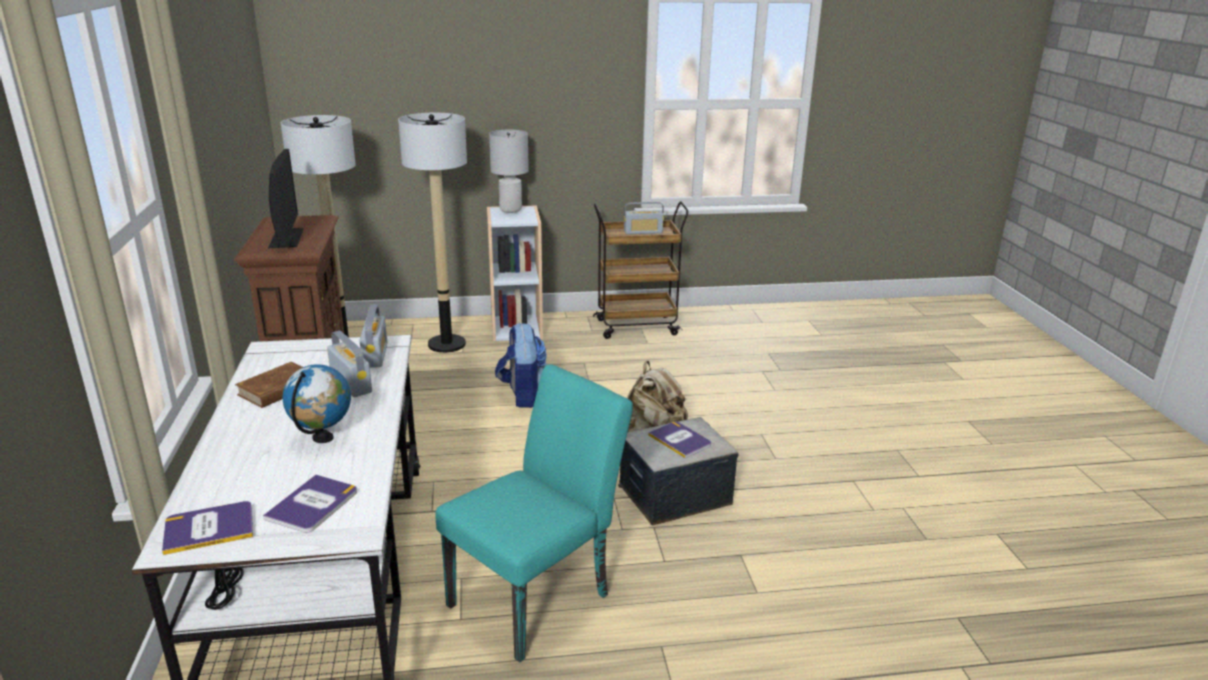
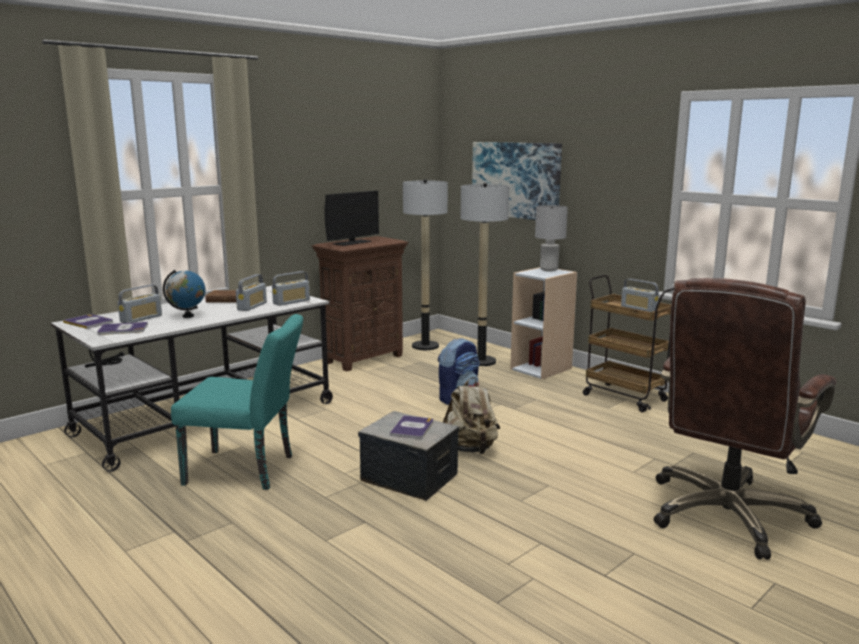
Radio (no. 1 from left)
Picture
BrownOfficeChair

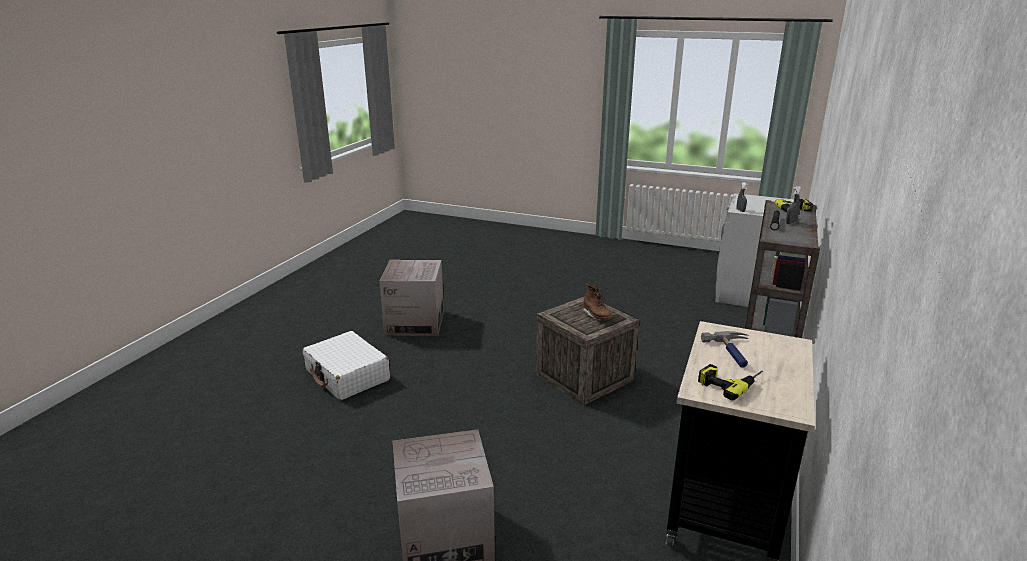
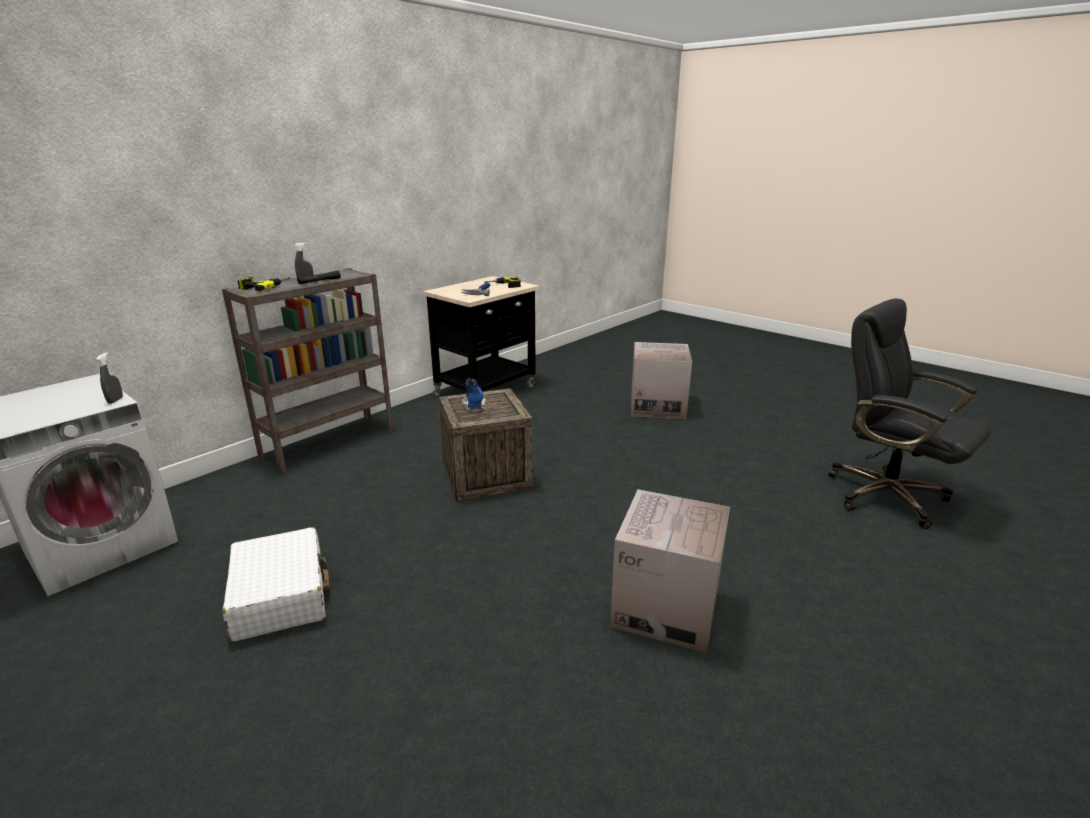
BlackOfficeChair
WhiteSuitcase
BlueBoot

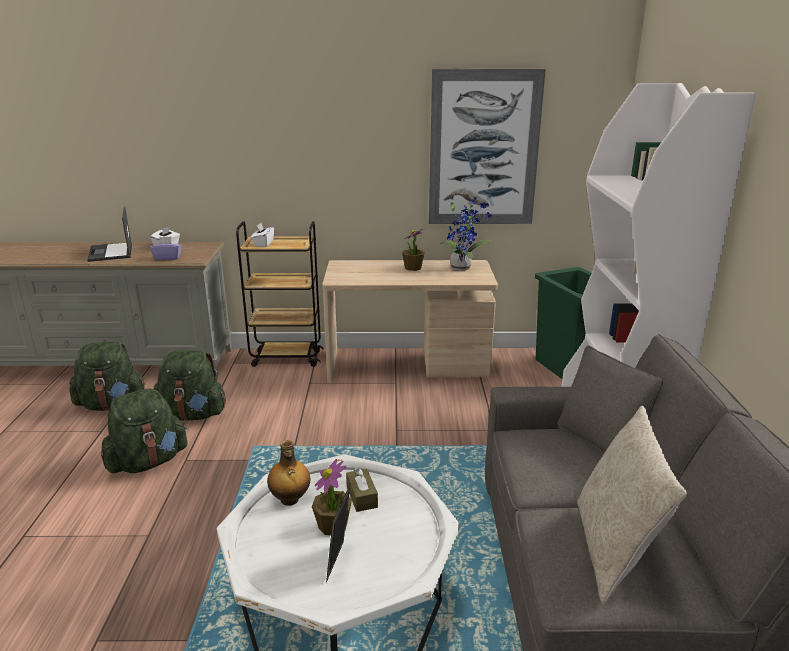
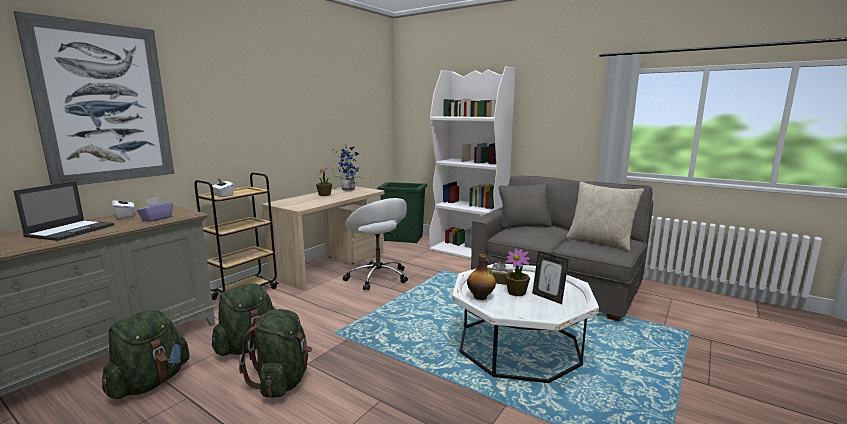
WhiteOfficeChair
Picture
Laptop

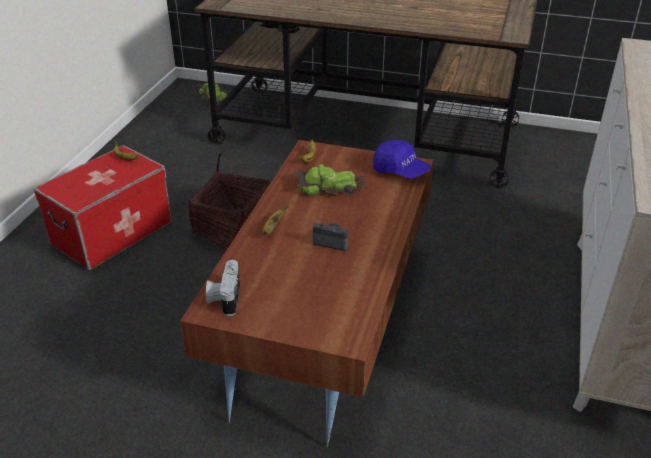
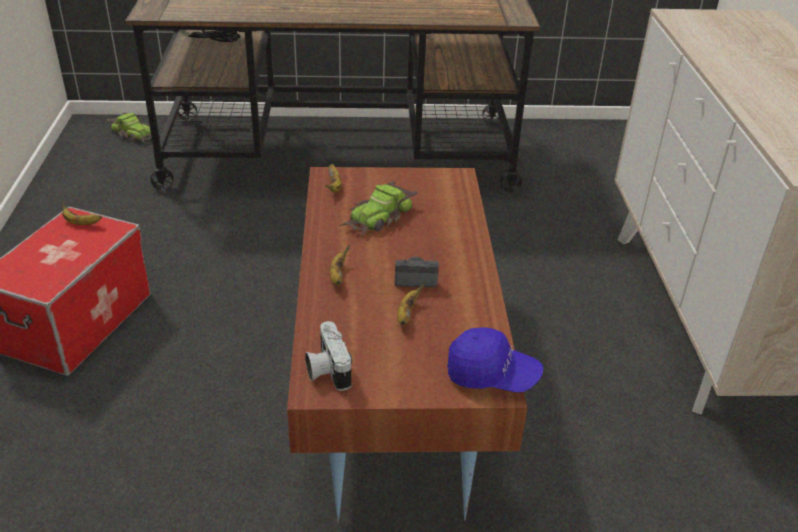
Basket
Banana (no. 4 from left)
BlueCap
ToyCar (no. 2 from left)

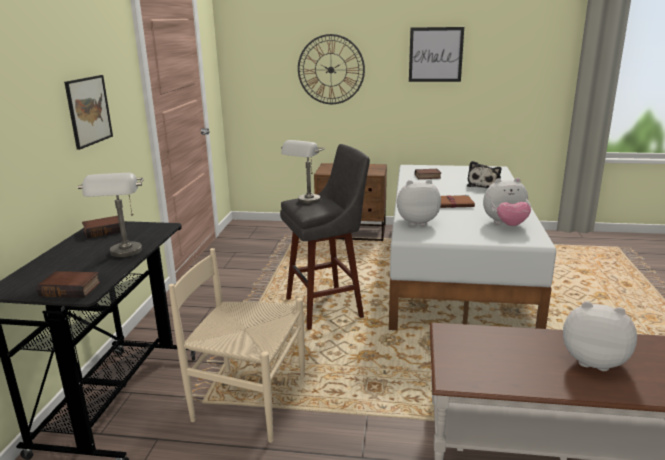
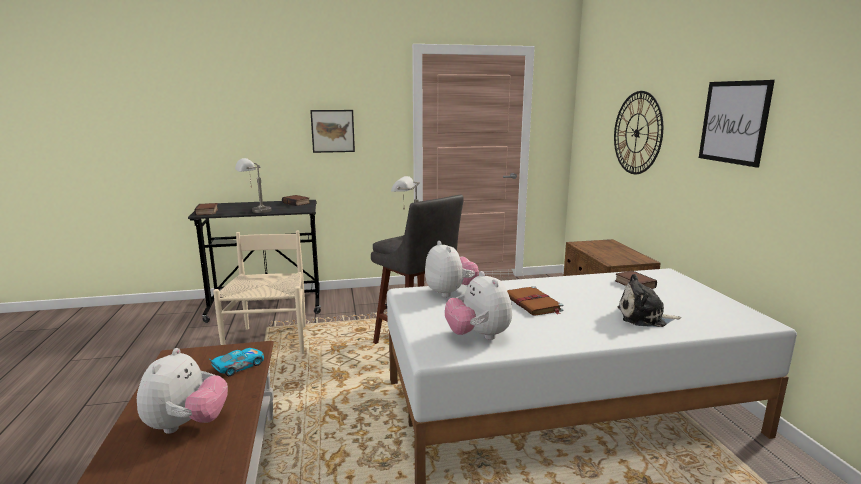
ToyCar

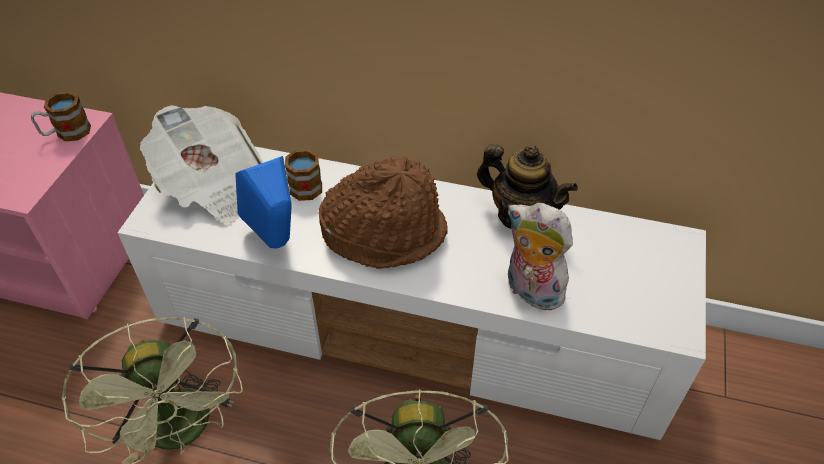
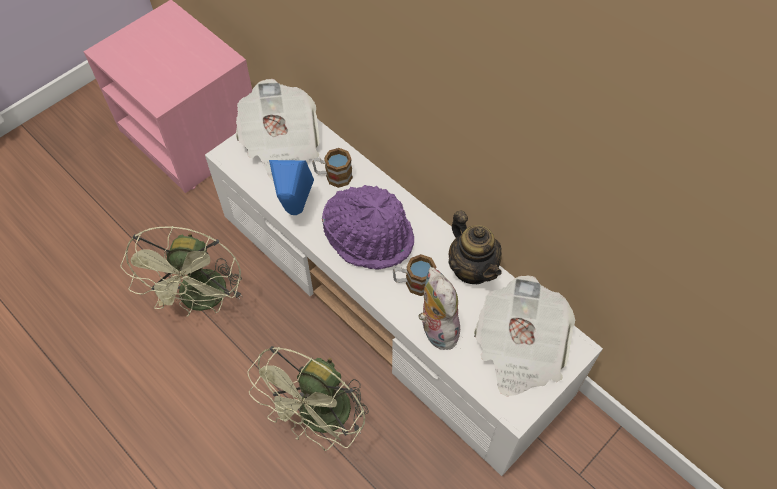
Newspaper (no. 2 from left)
Mug (no. 2 from left)
PurpleHat

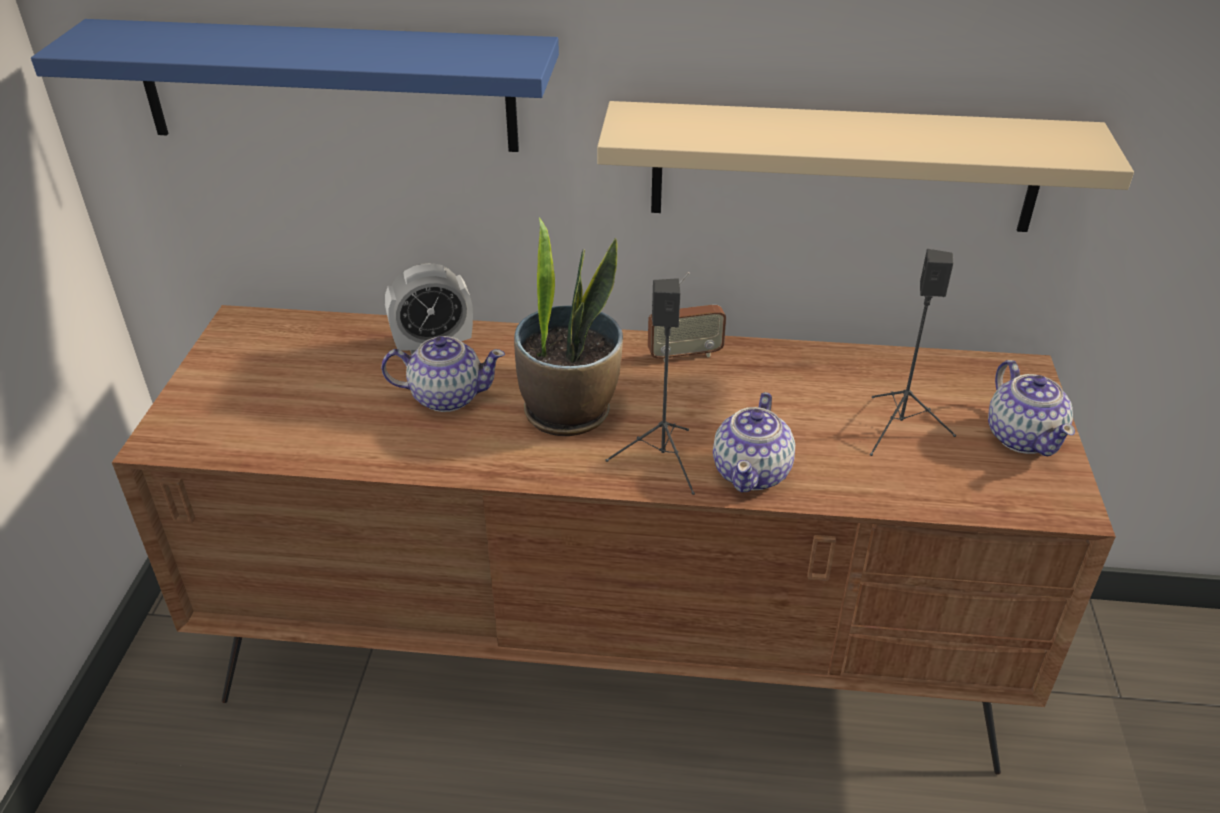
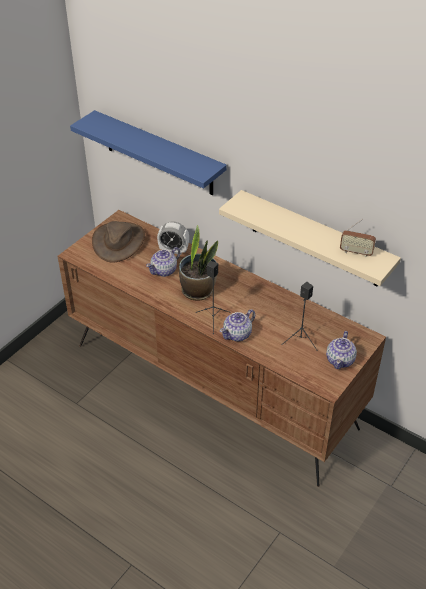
BrownHat
Radio
Teapot (no. 1 from left)

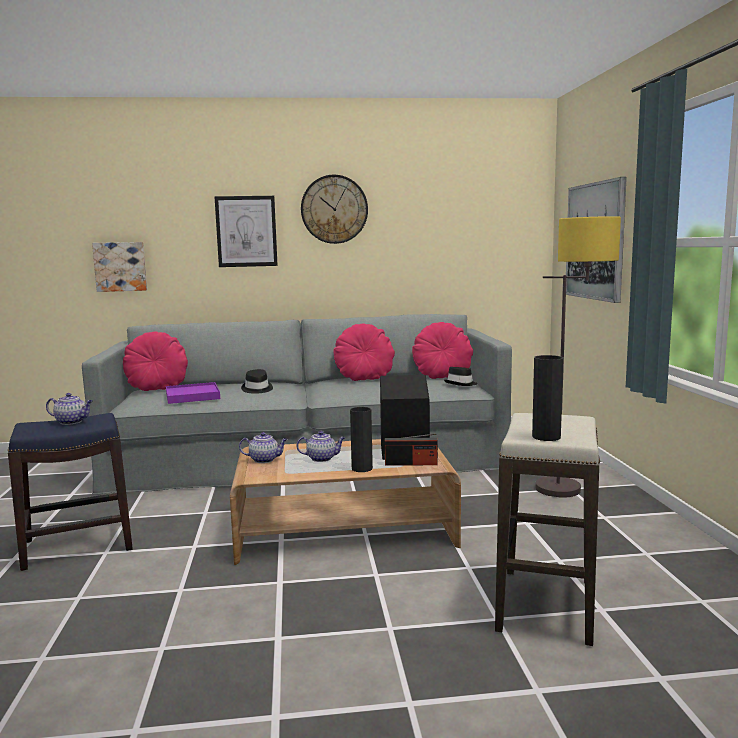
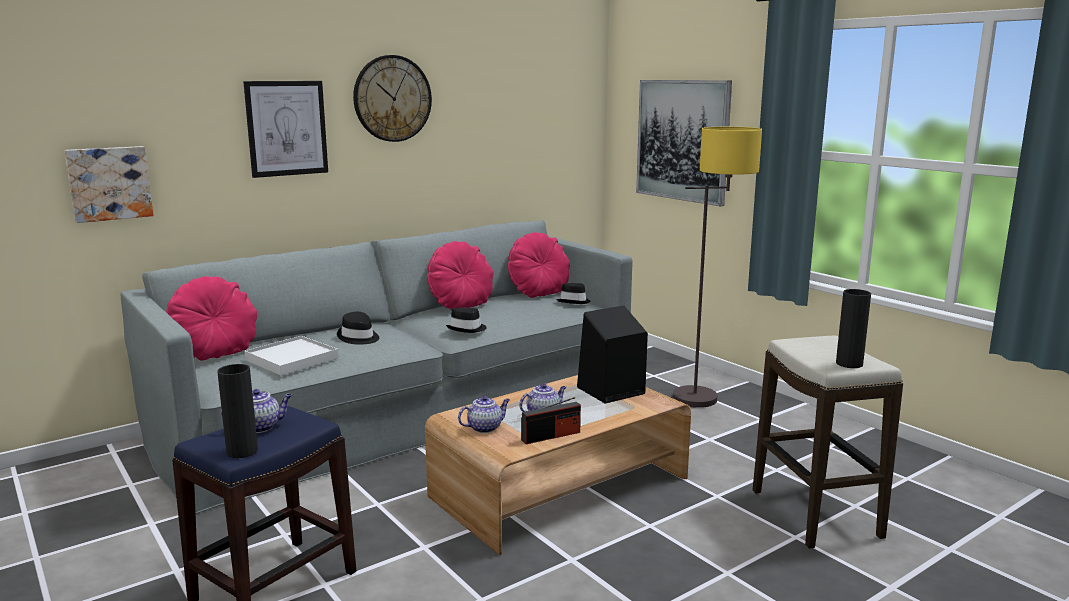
BlackHat (no. 2 from left)
BlackVase (no. 1 from left)
Radio
WhiteTray

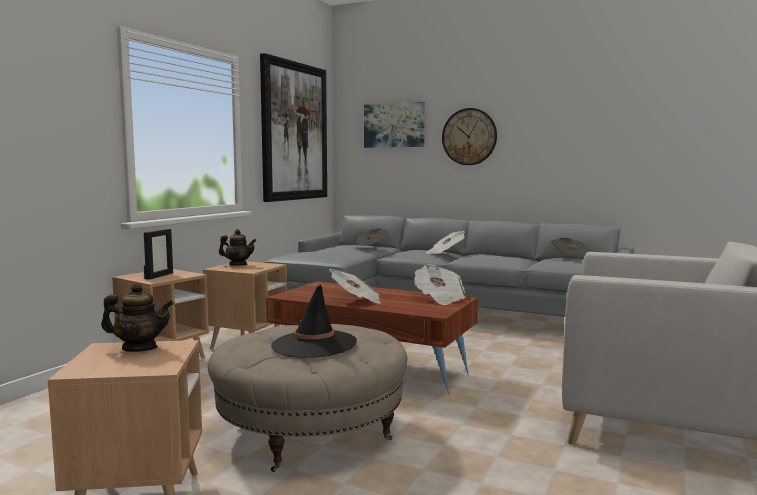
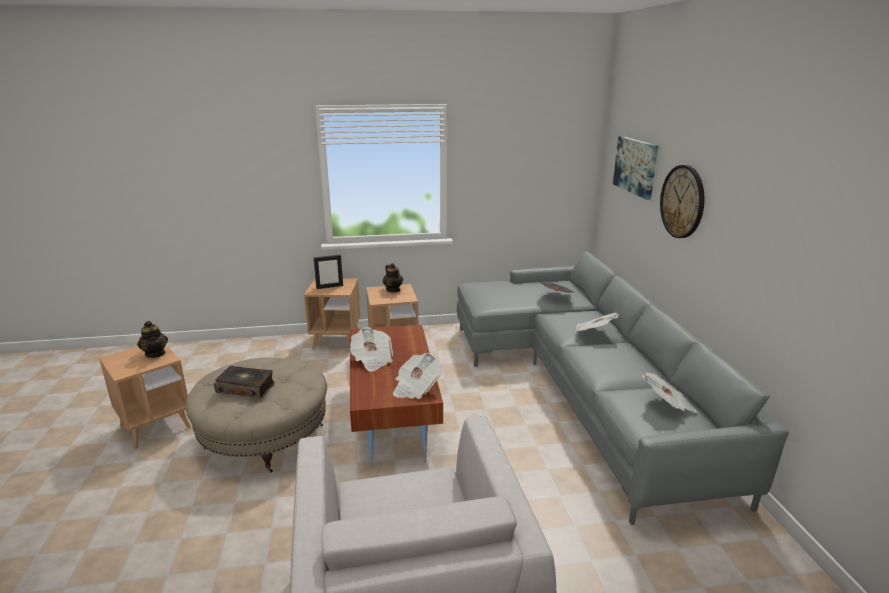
Picture (no. 1 from left in the first image)
Book

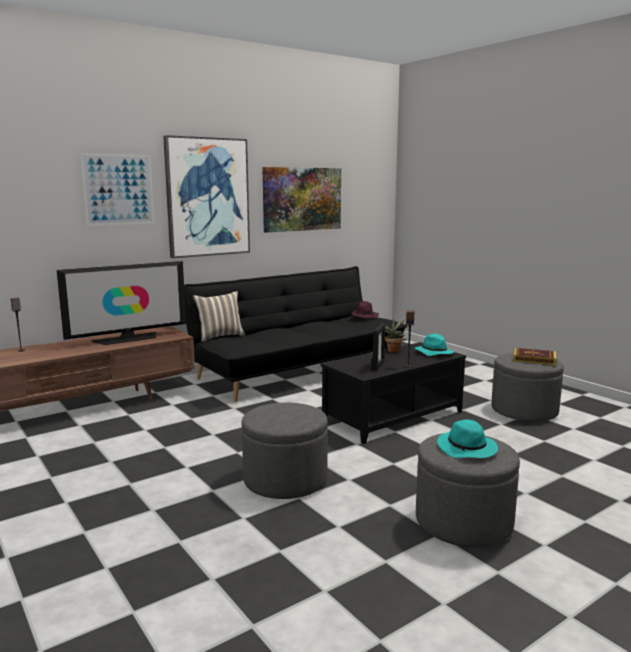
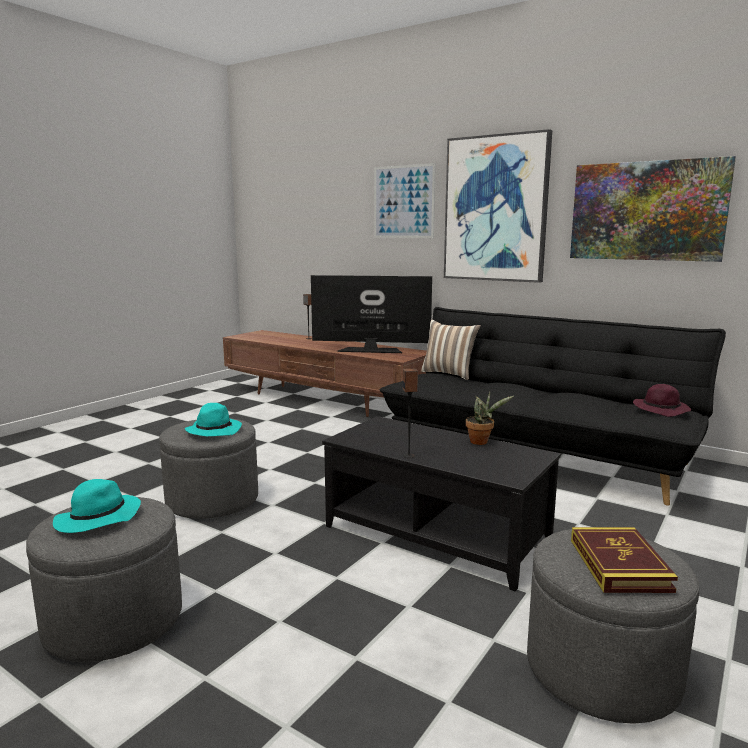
PictureFrame
TurquoiseHat (no. 2 from left)
Television

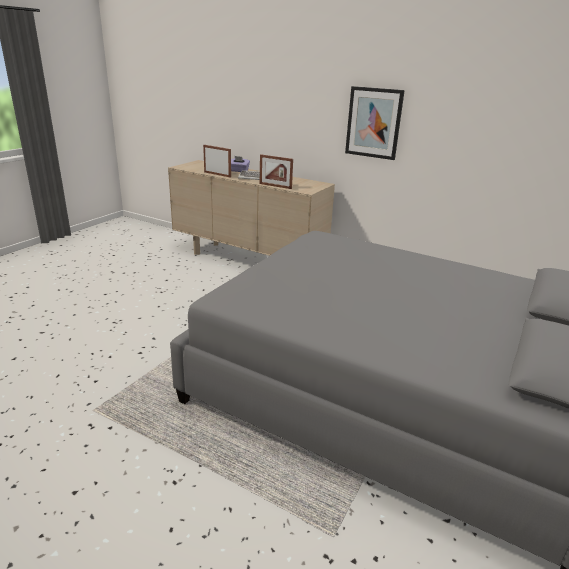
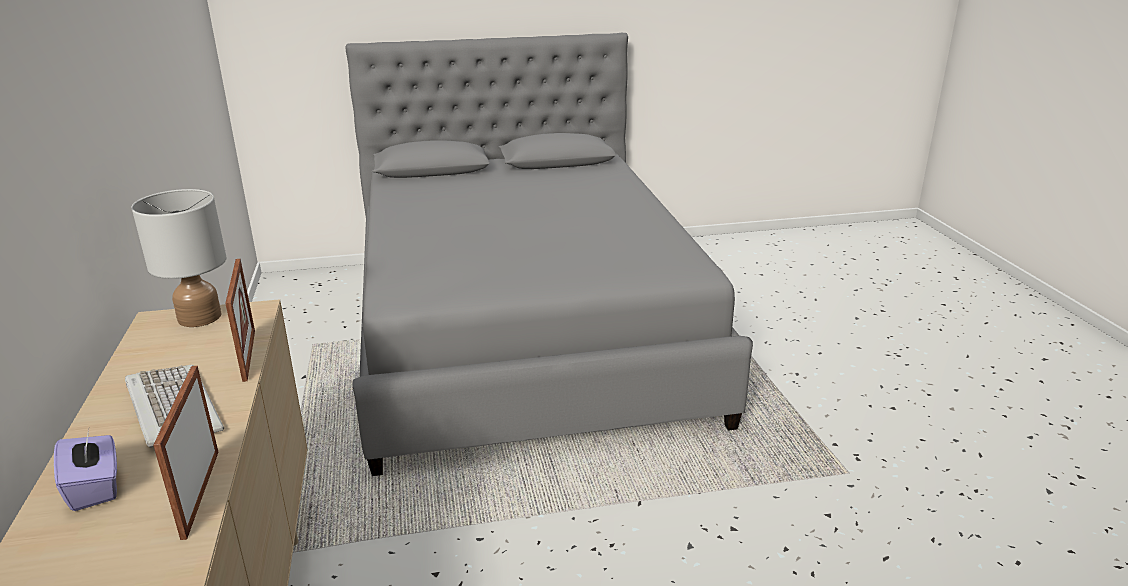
Picture
GreyTableLamp

